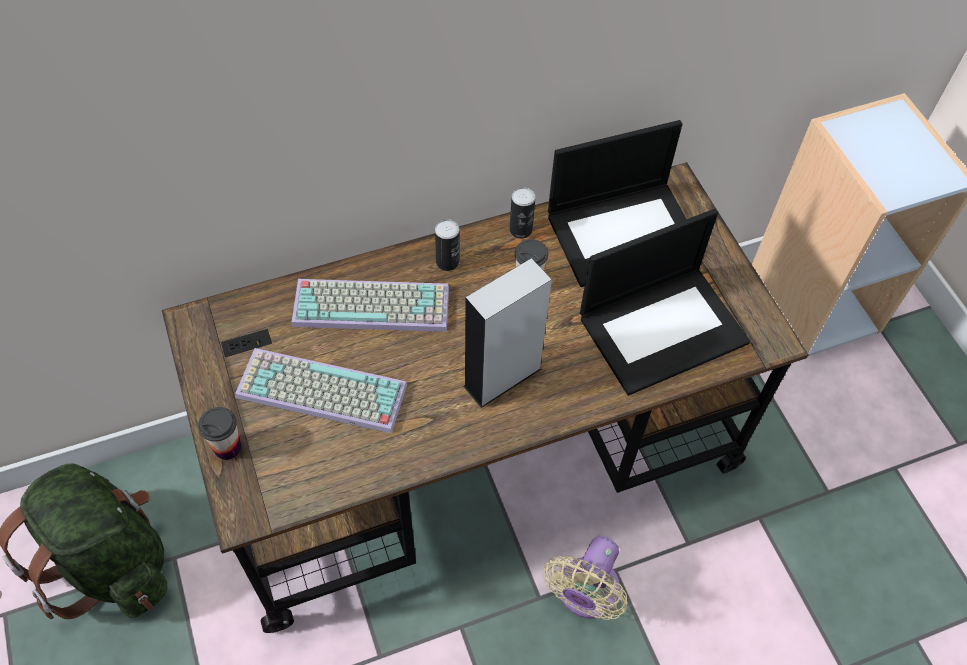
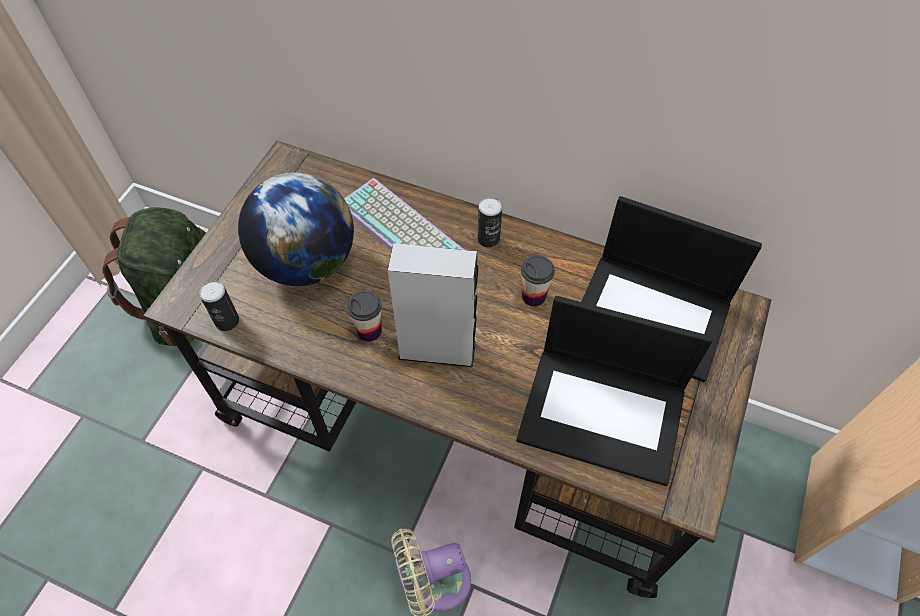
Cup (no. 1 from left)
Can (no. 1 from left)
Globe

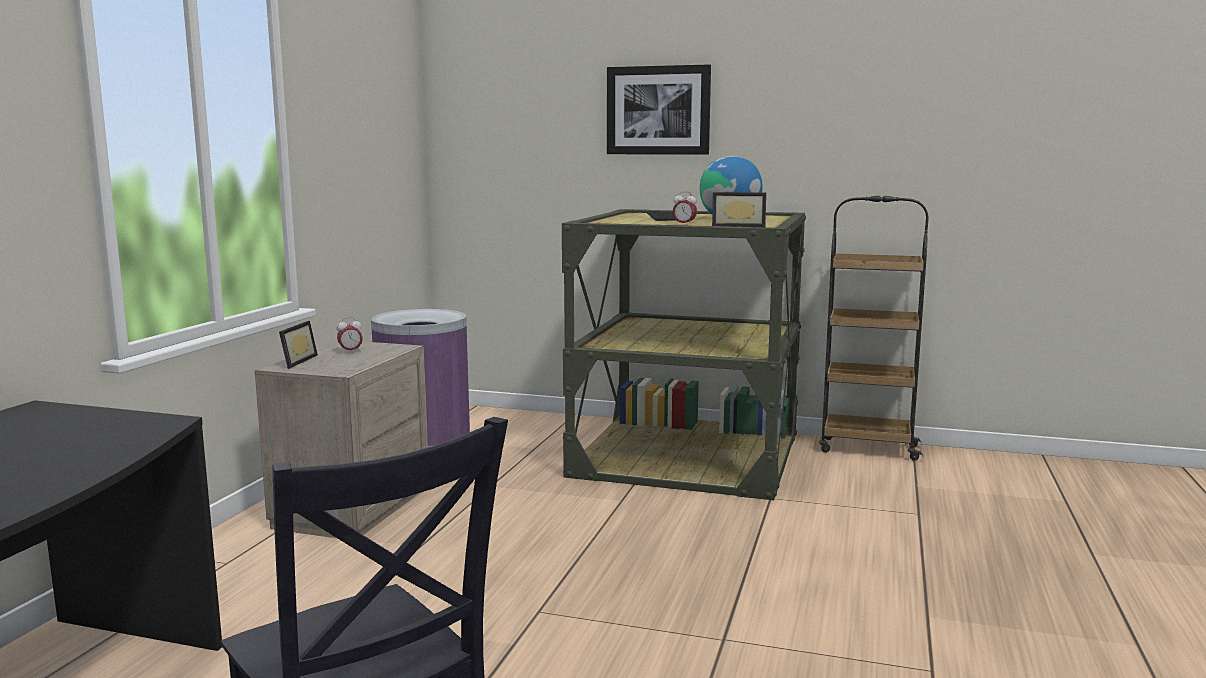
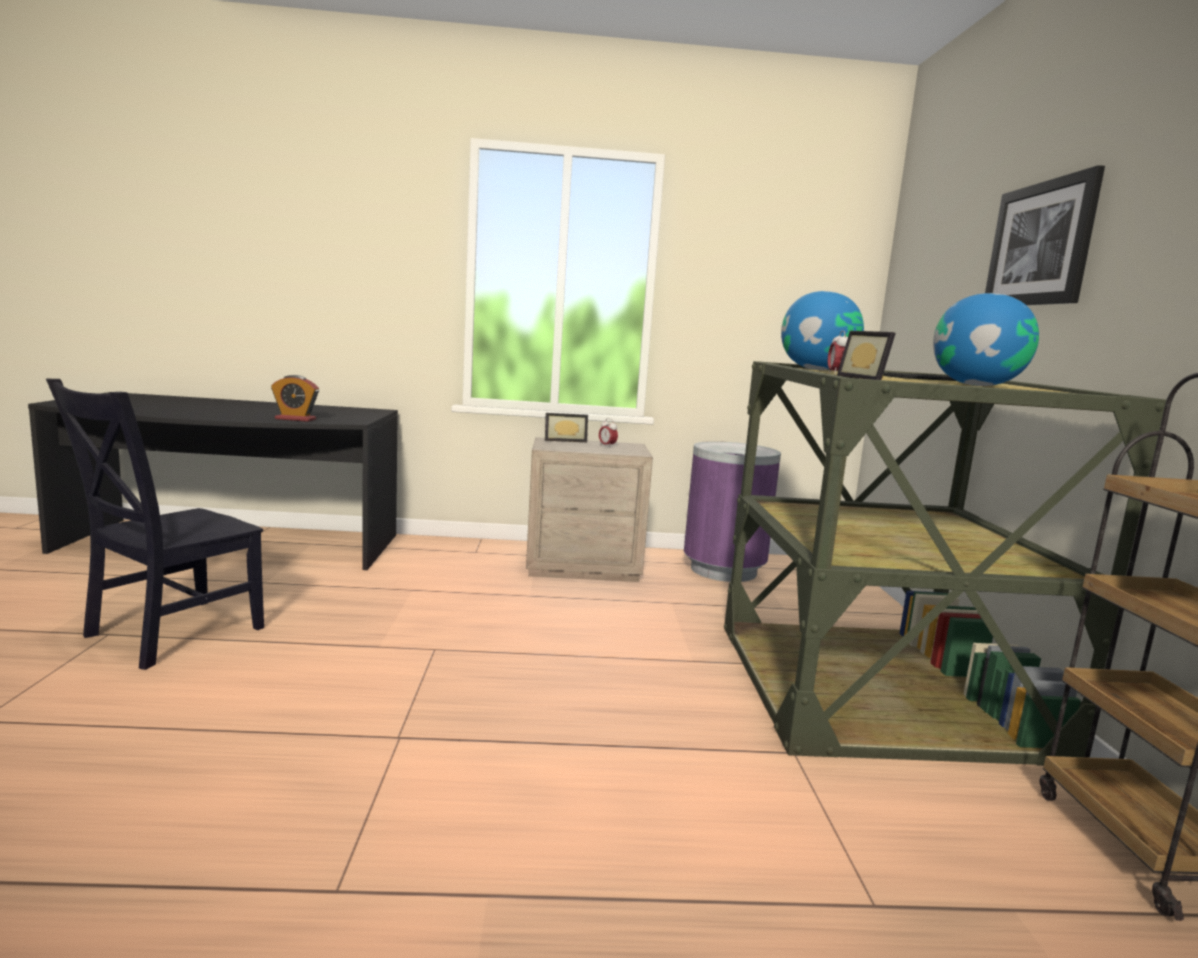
AlarmClock (no. 1 from left)
Globe (no. 1 from left)

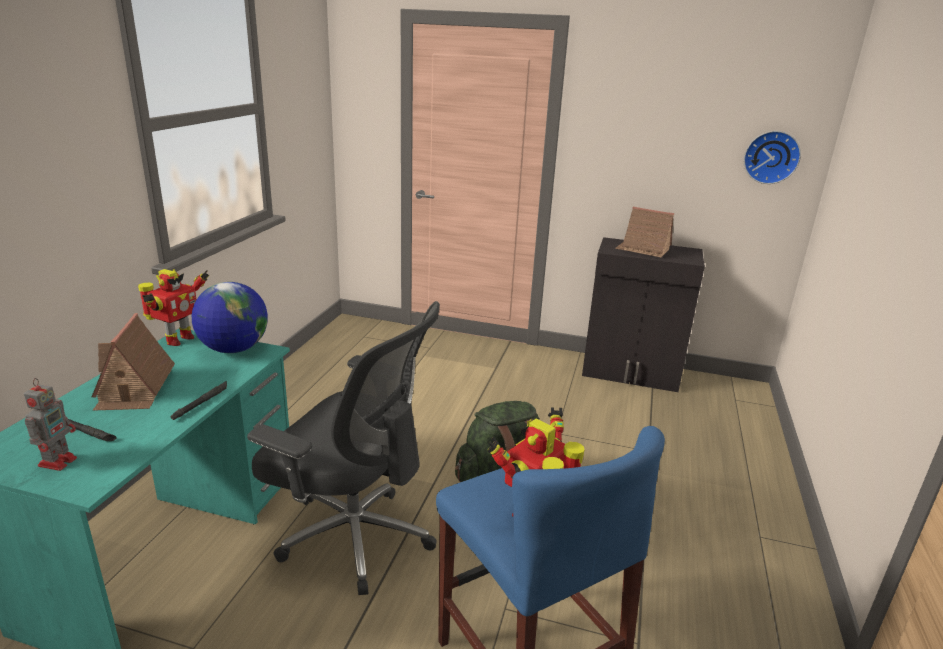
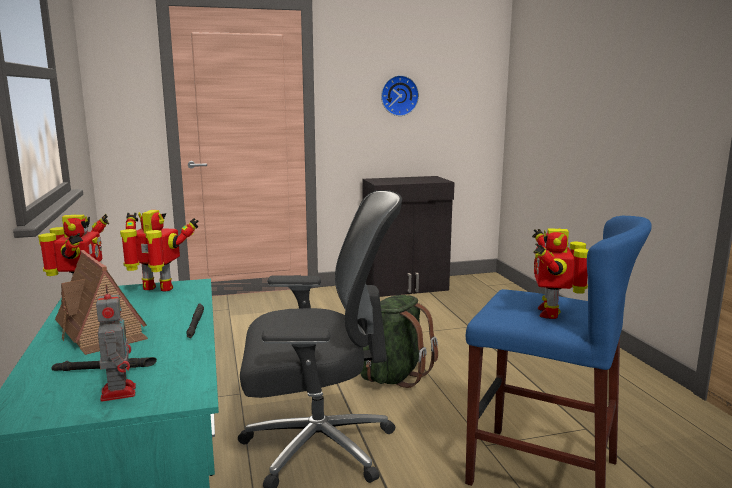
ToyHouse (no. 2 from left in the first image)
WallClock
ToyRobot (no. 3 from left)

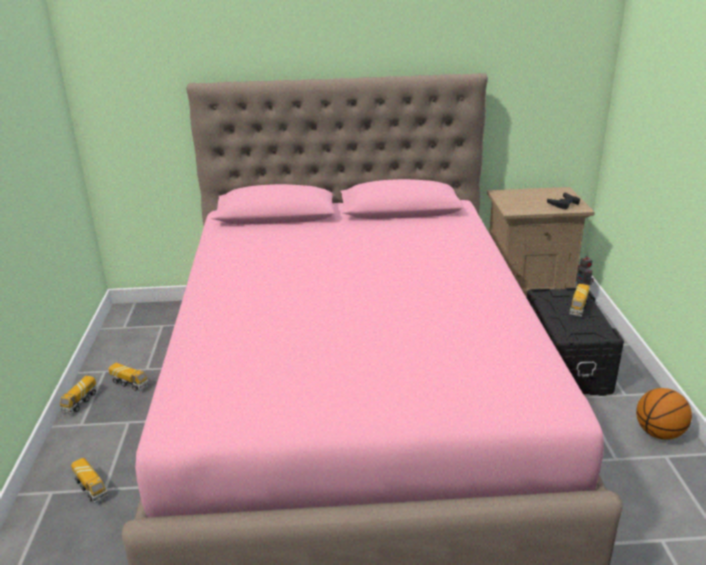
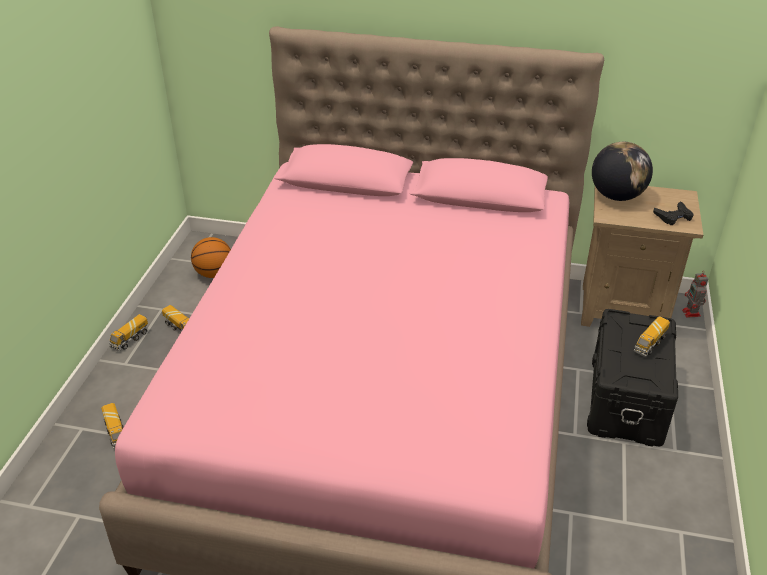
Globe
Basketball

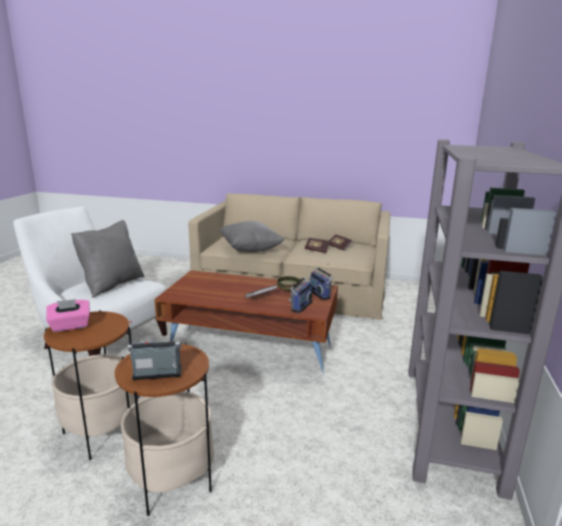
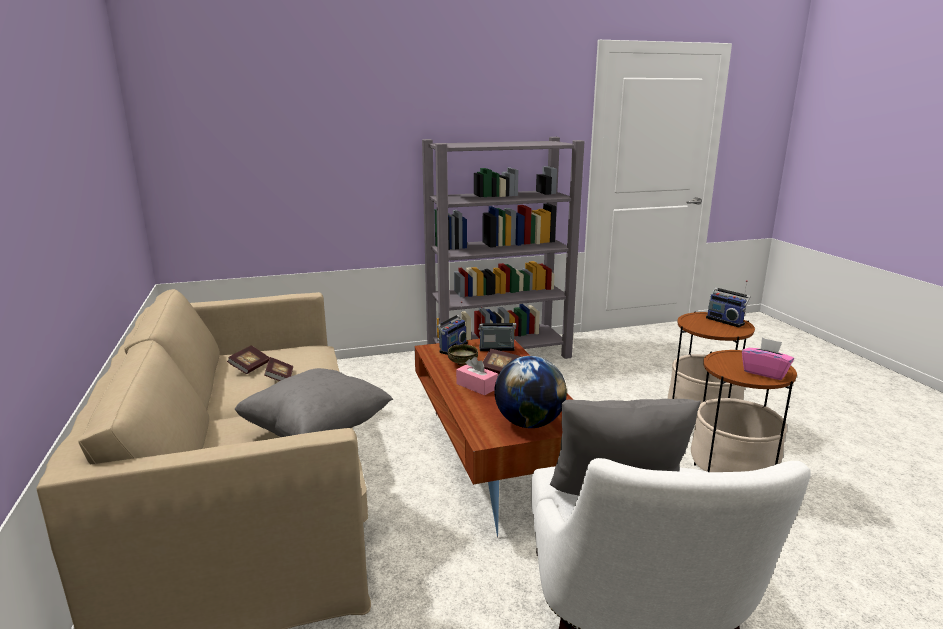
PinkTissueBox (no. 1 from left)
Globe

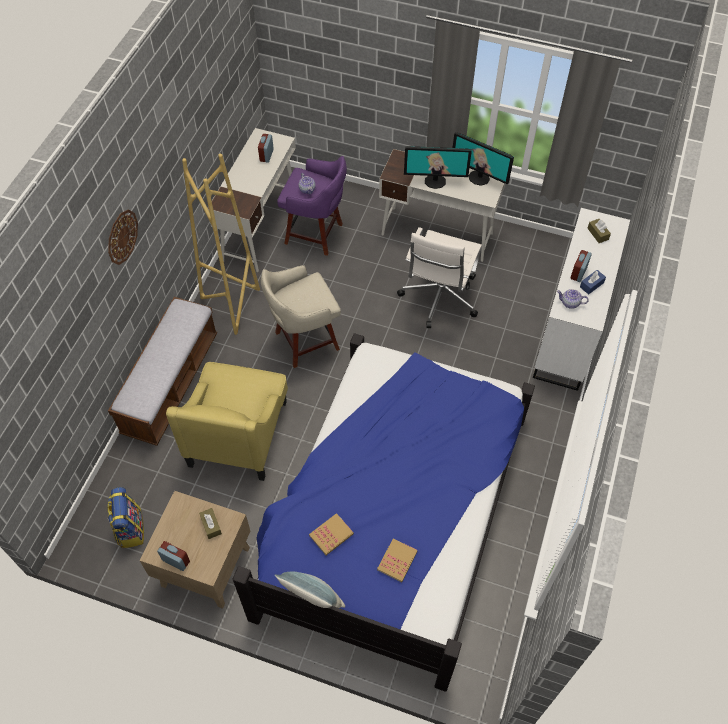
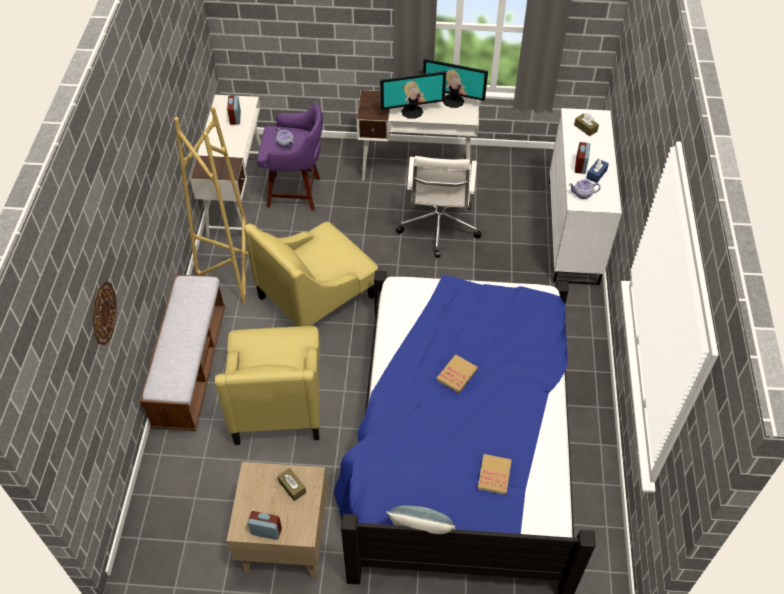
Backpack
WallClock
Book (no. 1 from left)
YellowArmchair (no. 2 from left)

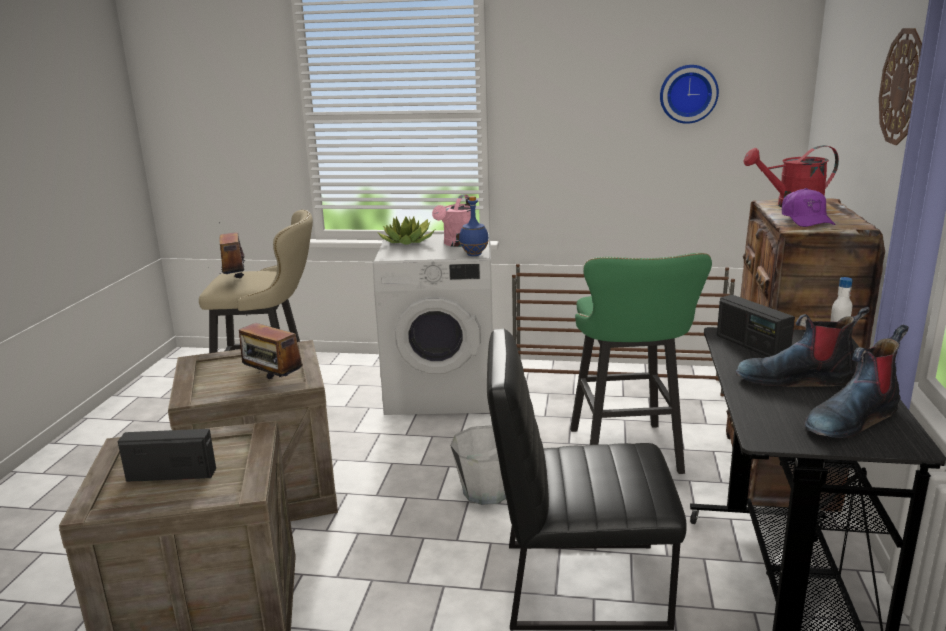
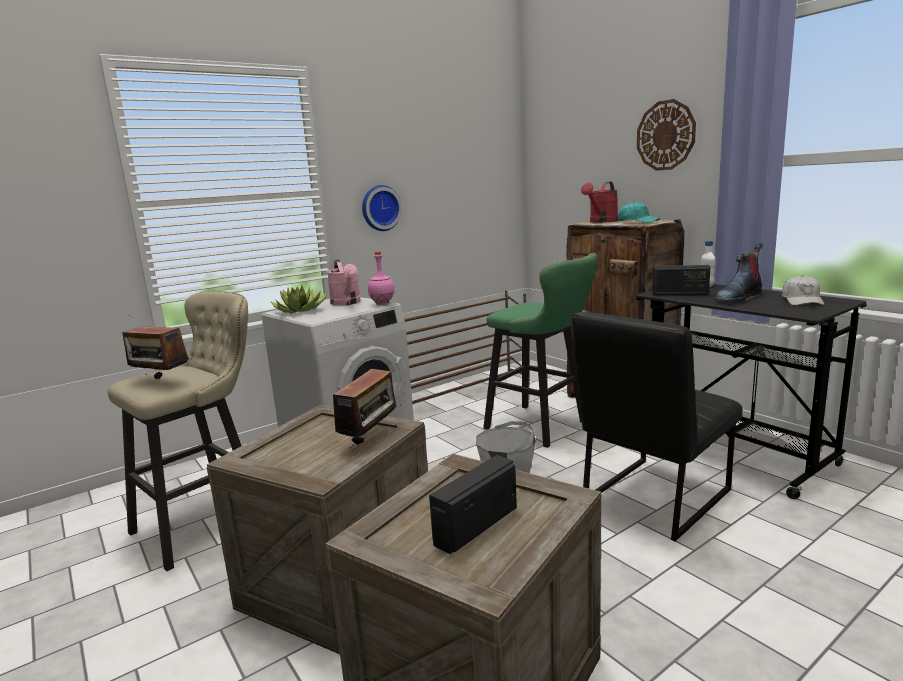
WallClock (no. 1 from left)
WhiteCap
PinkBottle
TurquoiseCap
Radio (no. 2 from left)

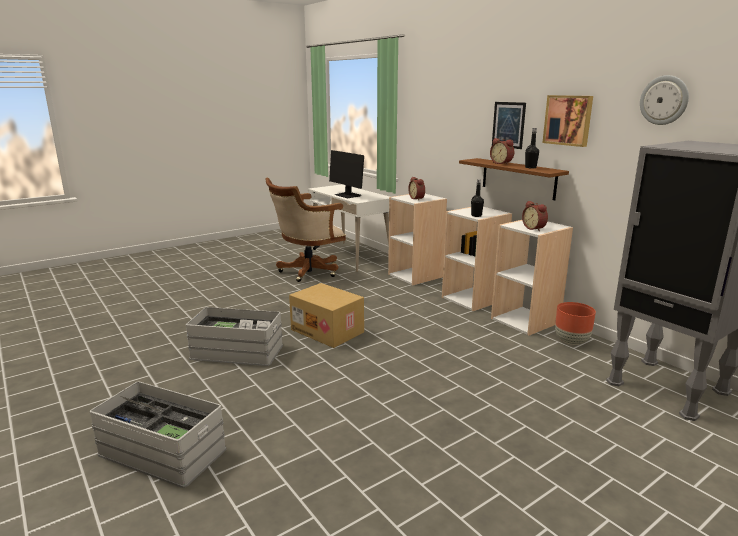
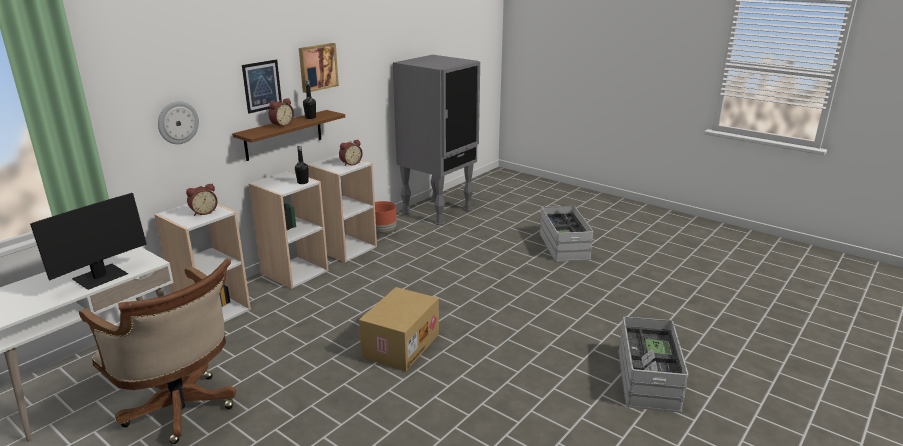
GreyStorageBox (no. 1 from left)
WallClock

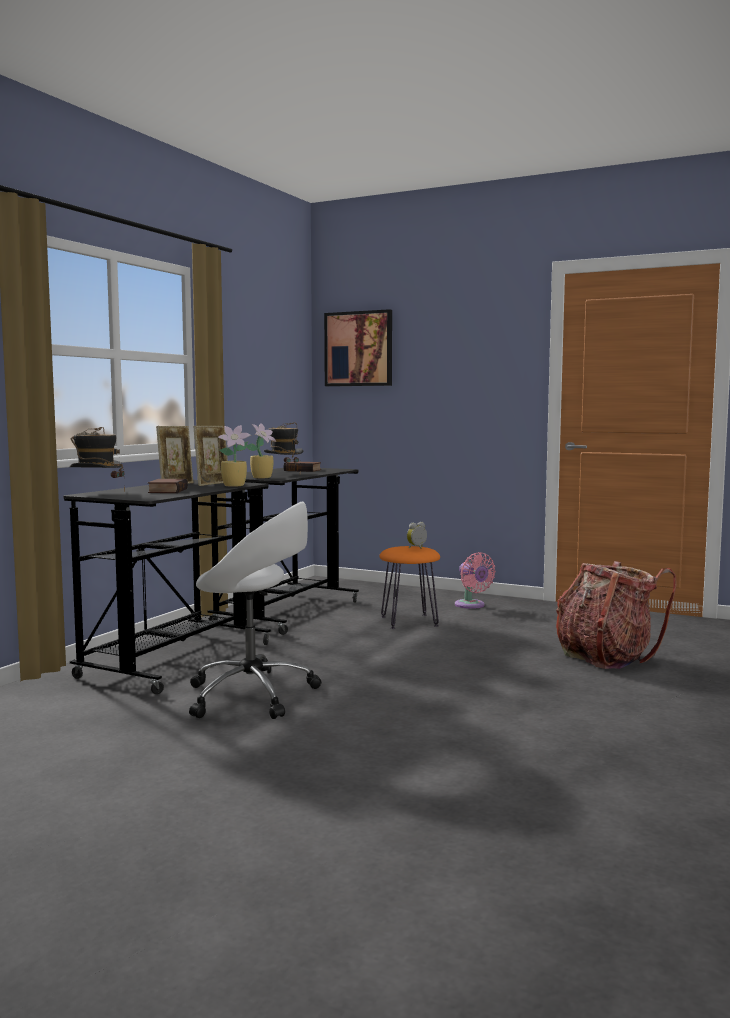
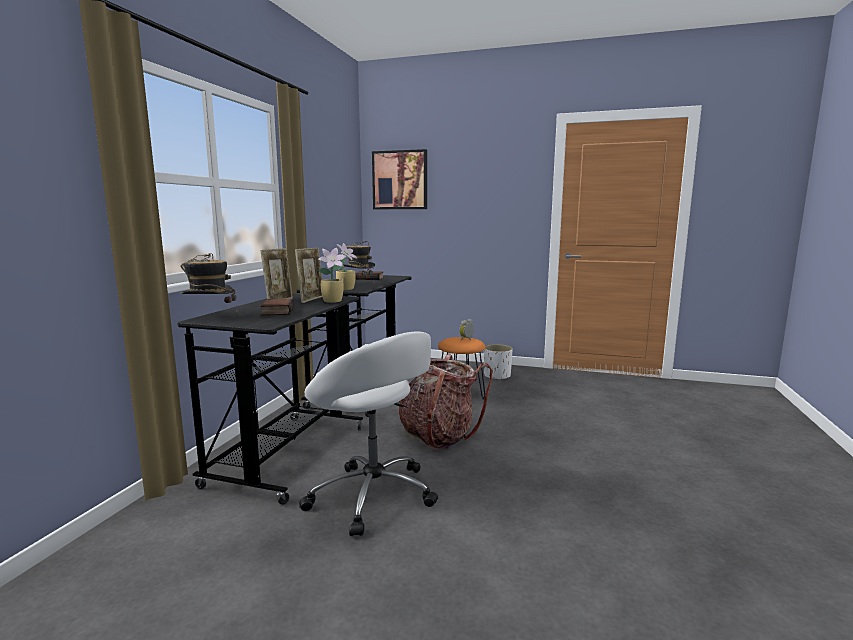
Backpack
WhitePlanter
WhiteOfficeChair

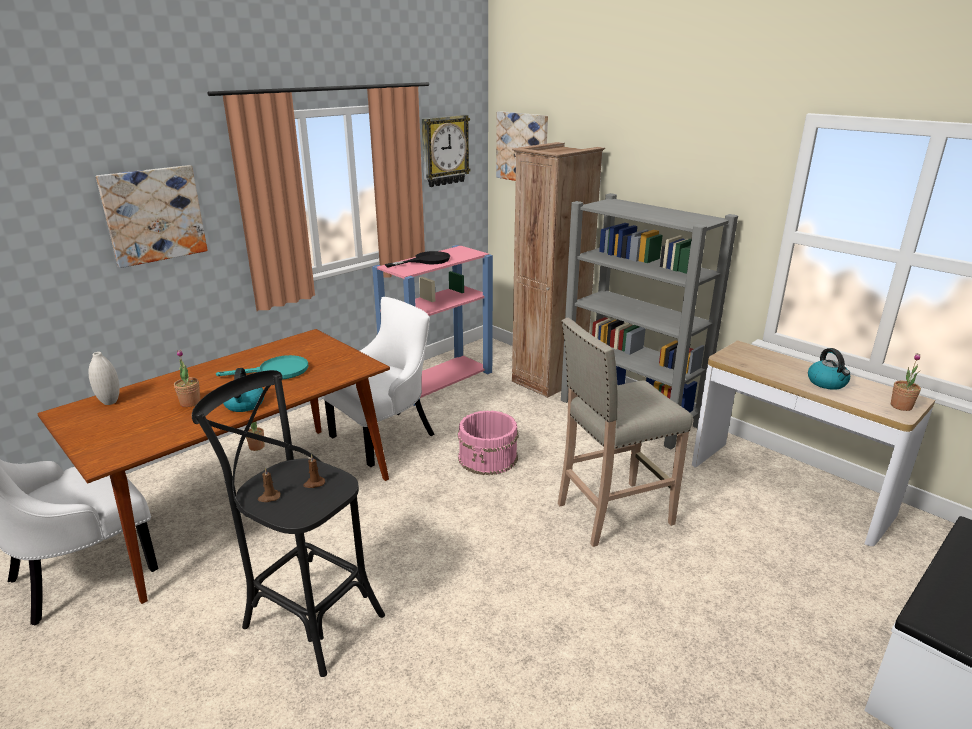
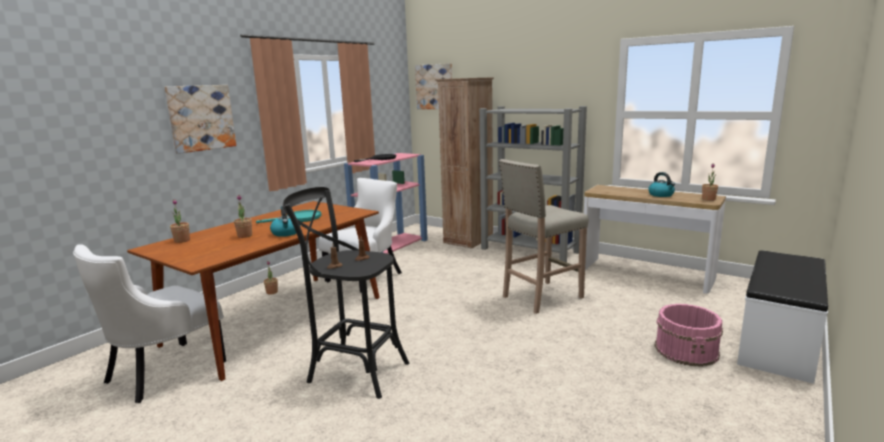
WallClock
PinkBucket
PottedPlant (no. 1 from left)

